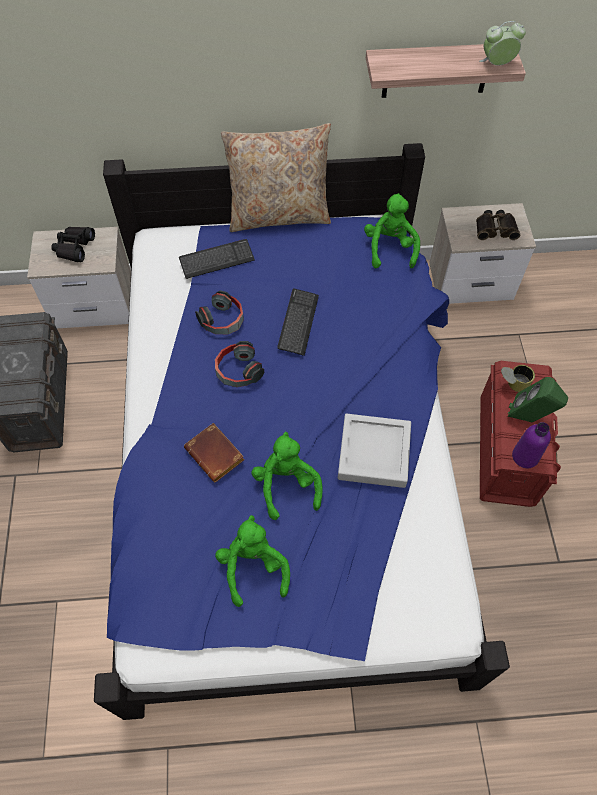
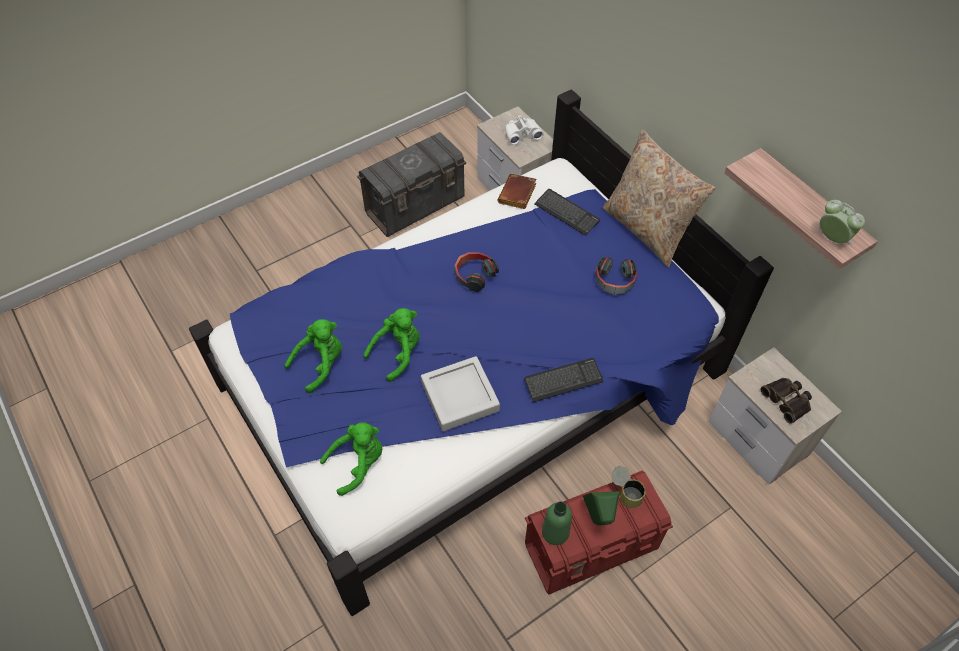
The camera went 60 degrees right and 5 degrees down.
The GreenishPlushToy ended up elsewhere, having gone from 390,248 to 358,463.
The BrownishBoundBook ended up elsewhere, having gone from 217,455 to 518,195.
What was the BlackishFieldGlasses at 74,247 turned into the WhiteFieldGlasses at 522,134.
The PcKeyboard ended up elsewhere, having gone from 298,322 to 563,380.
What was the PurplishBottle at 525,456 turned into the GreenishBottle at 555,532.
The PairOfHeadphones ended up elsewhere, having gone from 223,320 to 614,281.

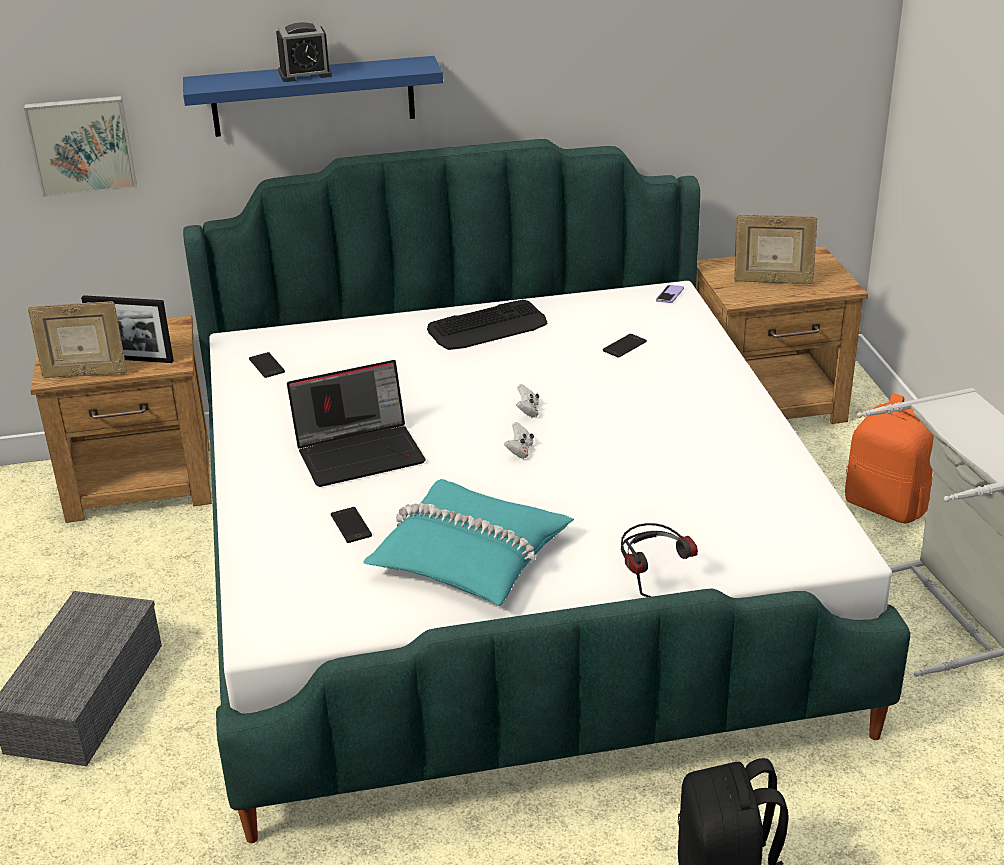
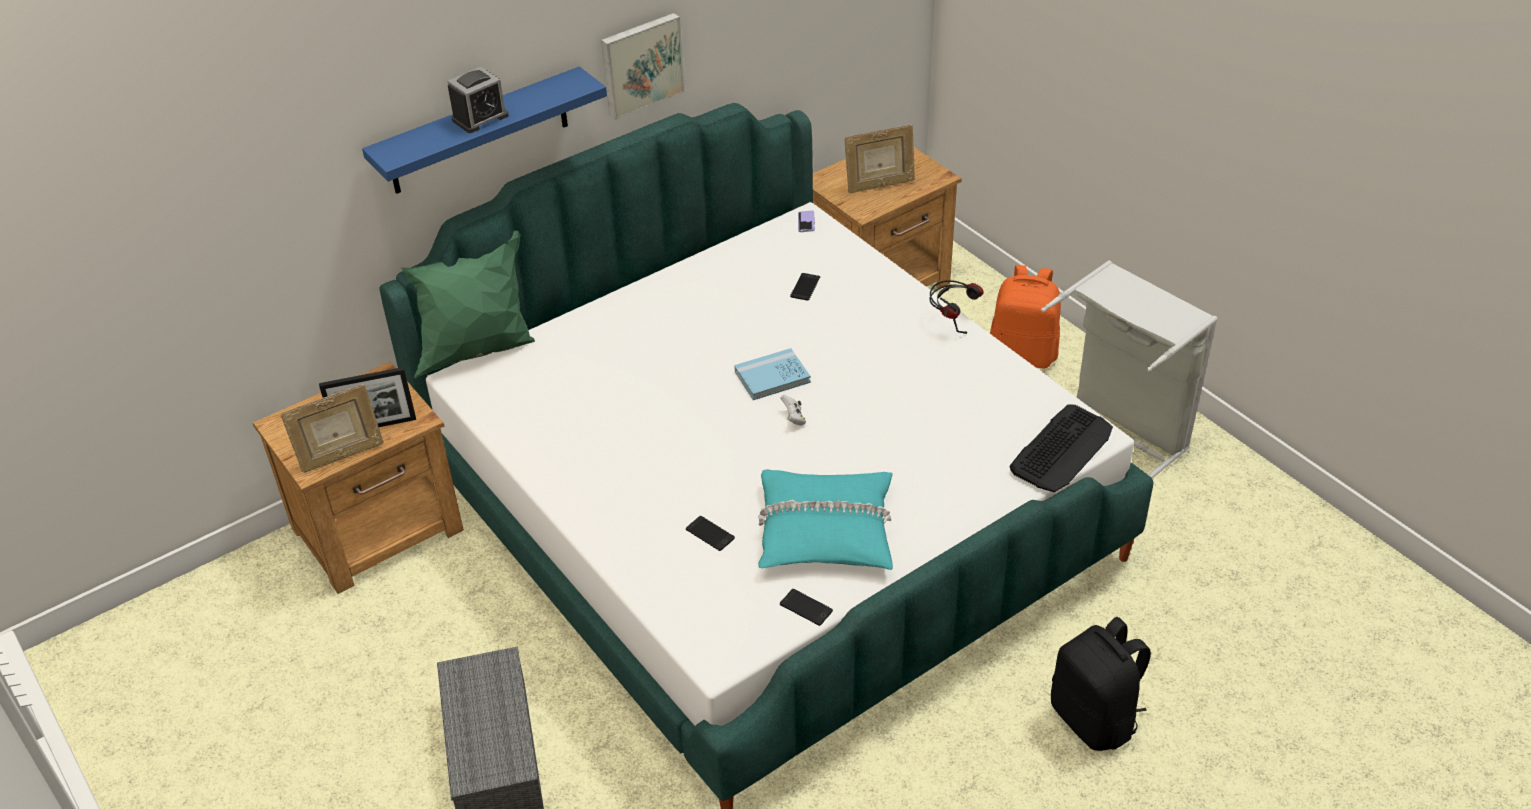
The camera went 25 degrees left and 10 degrees up.
The second view gained the GreenishThrowPillow at 478,351.
The WallArt ended up elsewhere, having gone from 82,144 to 641,64.
Where the WhiteGameController stood at 528,411, the BluishBoundBook came to stand at 772,377.
The Handset ended up elsewhere, having gone from 266,365 to 806,607.
The PairOfHeadphones ended up elsewhere, having gone from 652,579 to 952,319.
The PcKeyboard ended up elsewhere, having gone from 488,327 to 1062,449.
The second view lost the NotebookComputer at 361,452.

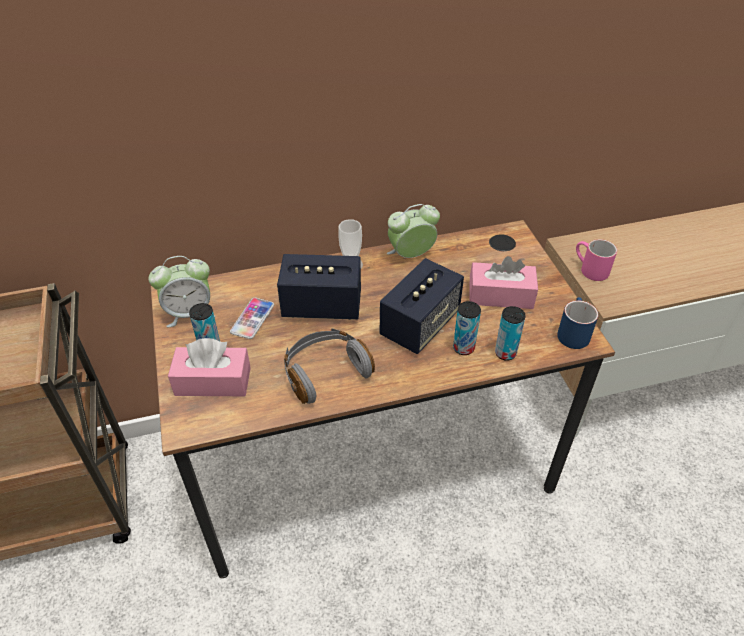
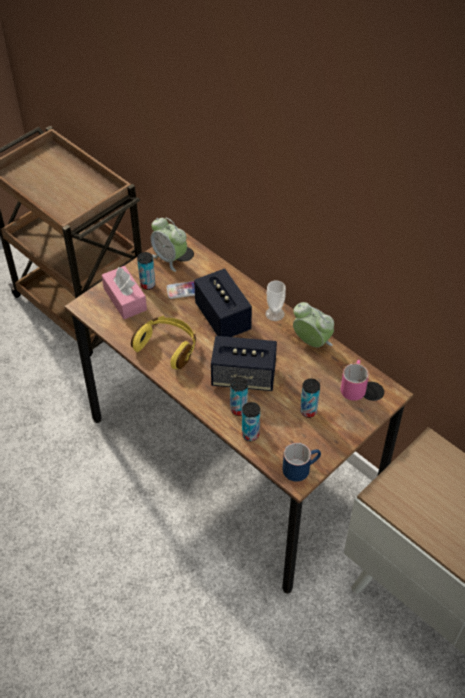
The camera went 60 degrees right and 5 degrees up.
What was the GrayPairOfHeadphones at 325,372 turned into the YellowishPairOfHeadphones at 167,347.
Where the PinkishTissueBox stood at 500,295, the SealedCan came to stand at 308,411.
The PinkishMug ended up elsewhere, having gone from 589,269 to 352,386.

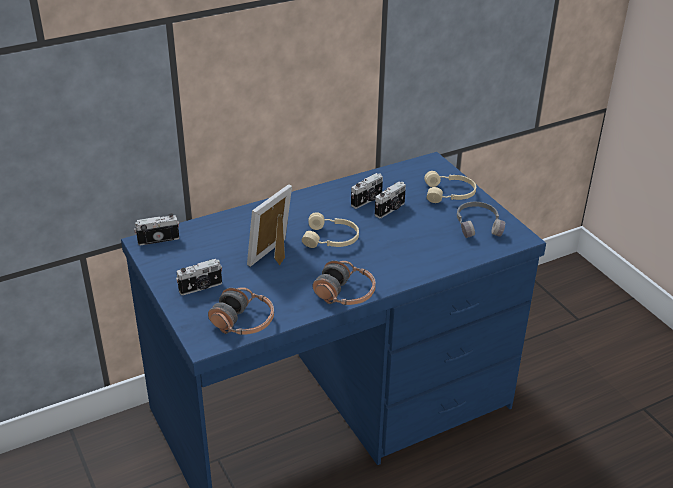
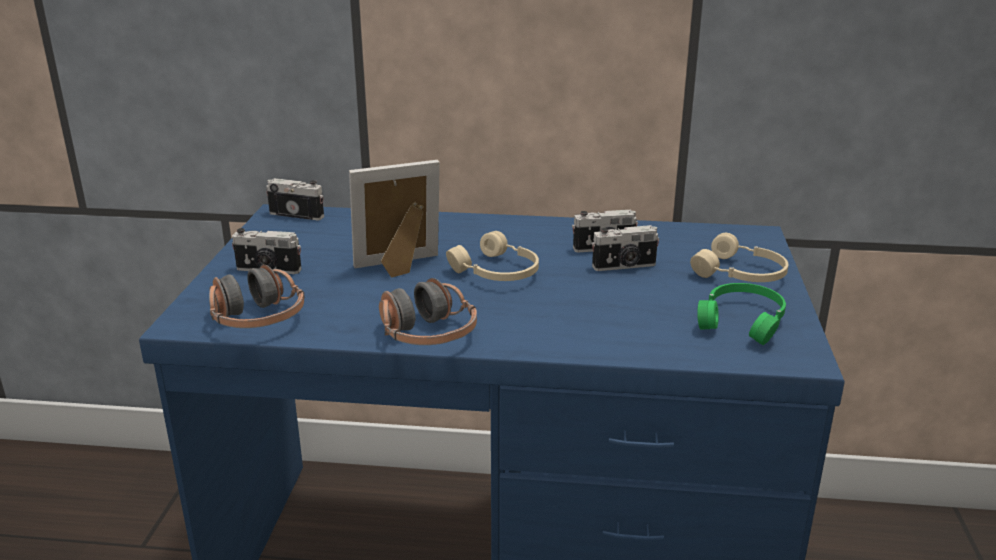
The camera went 35 degrees right and 10 degrees down.
What was the GrayPairOfHeadphones at 478,225 turned into the GreenishPairOfHeadphones at 743,321.

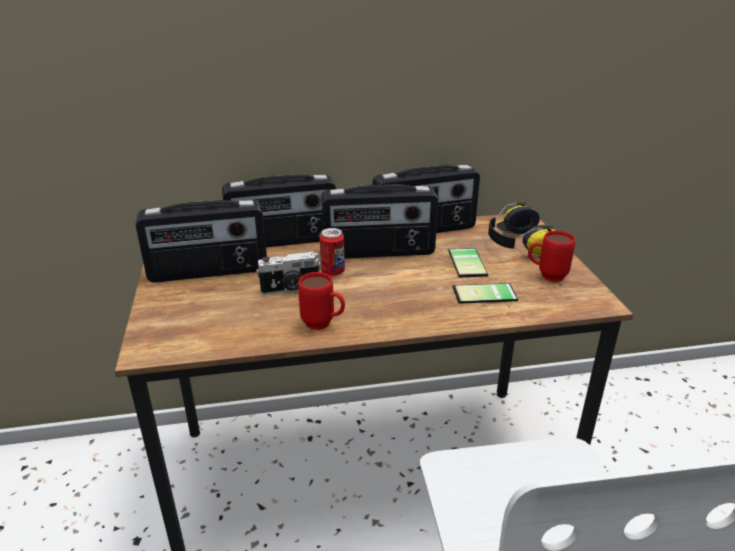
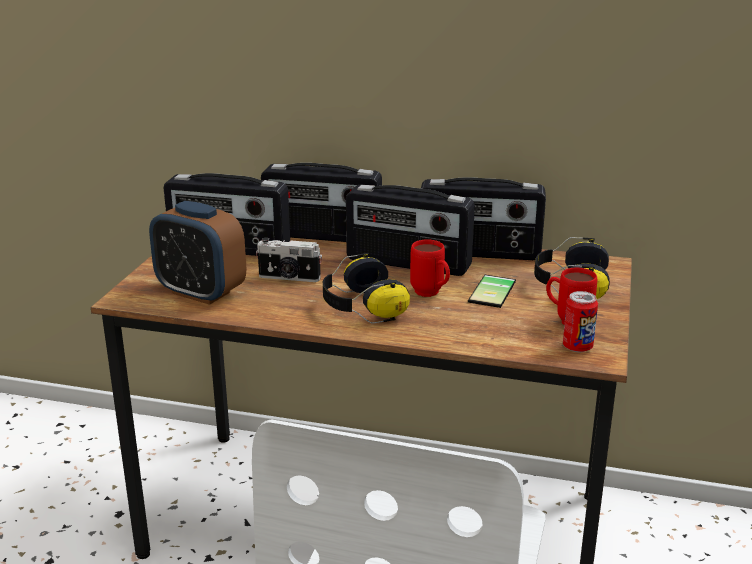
The camera went 25 degrees right and 5 degrees down.
The second view gained the BedsideClock at 201,292.
The second view gained the PairOfHeadphones at 361,307.
The RedColouredMug ended up elsewhere, having gone from 323,325 to 431,294.
The SealedCan ended up elsewhere, having gone from 333,272 to 577,347.
The second view lost the Handset at 485,295.

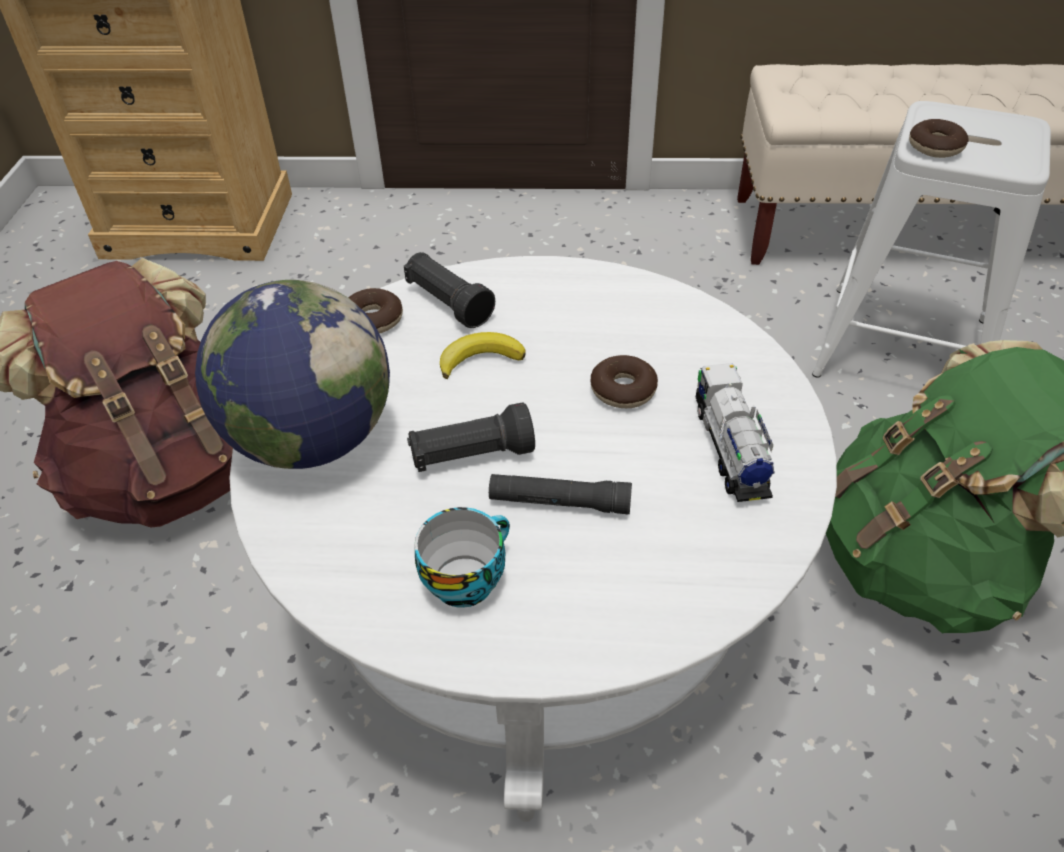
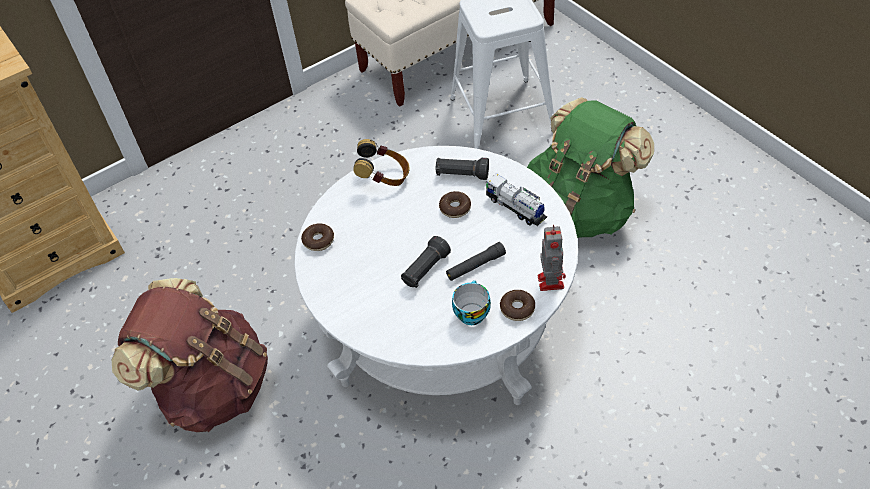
The camera went 35 degrees left and 5 degrees up.
The second view gained the PairOfHeadphones at 384,178.
The BlackishTorch ended up elsewhere, having gone from 448,303 to 462,175.
The Doughnut ended up elsewhere, having gone from 935,147 to 517,308.
The second view gained the ModelRobot at 550,280.
The second view lost the DeskGlobe at 312,440.
The second view lost the WholeBanana at 480,359.

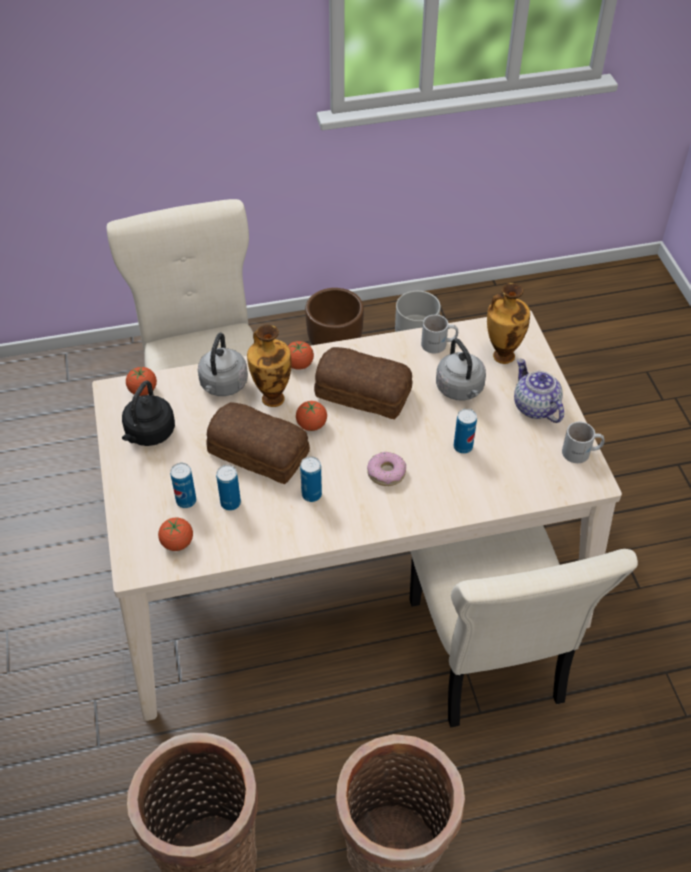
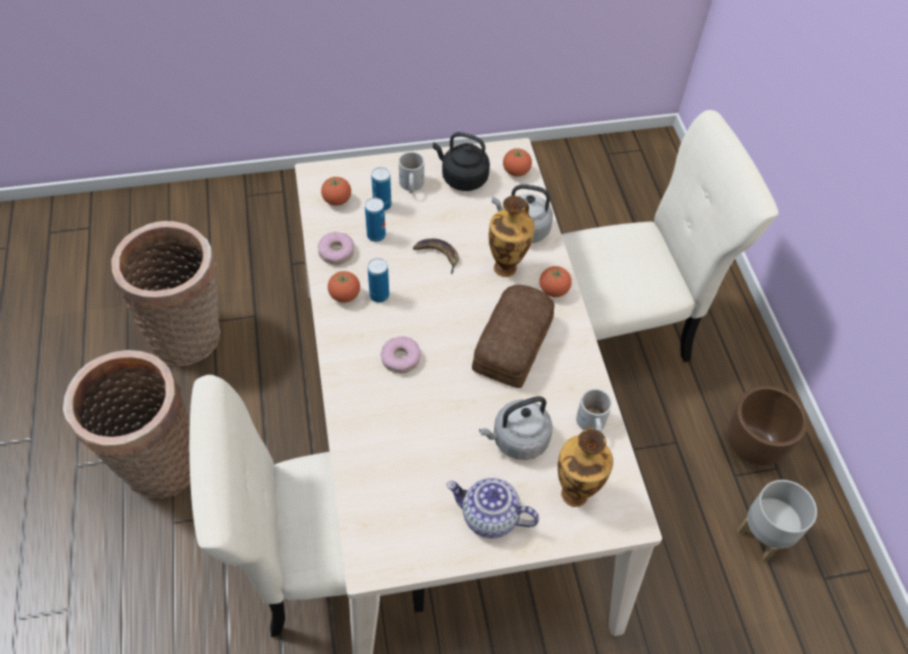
The camera went 90 degrees right and 5 degrees up.
The second view gained the Doughnut at 336,252.
The Tomato ended up elsewhere, having gone from 311,425 to 345,295.
The WhiteMug ended up elsewhere, having gone from 581,453 to 410,185.
Where the BakedBread stood at 258,450, the WholeBanana came to stand at 437,255.
The Teapot at 534,407 ended up facing another way, 135 degrees counterclockwise from before.
The second view lost the SealedCan at 463,447.

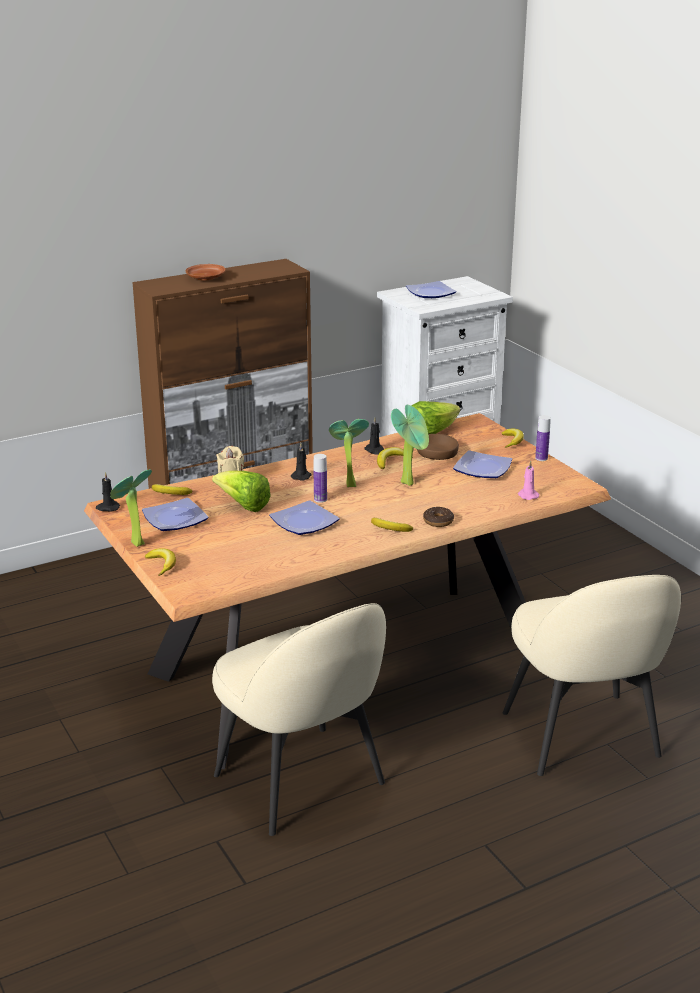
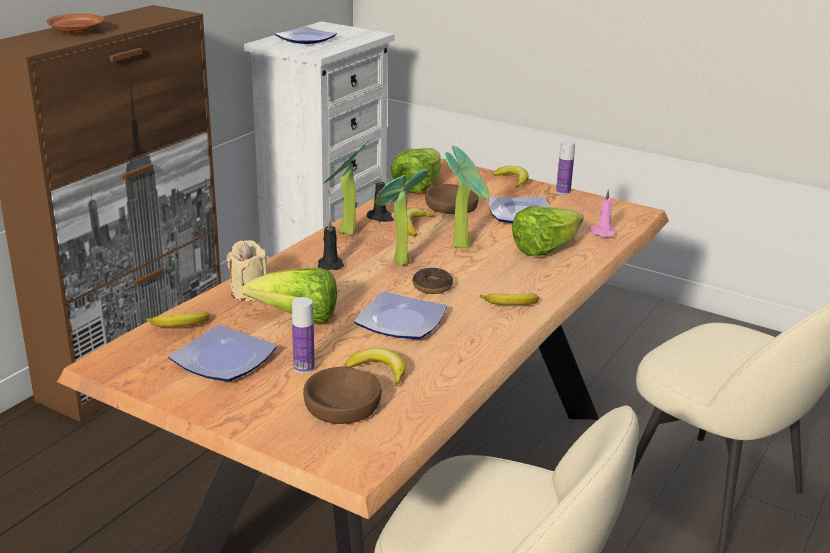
The camera went 30 degrees left and 0 degrees up.
The Bottle ended up elsewhere, having gone from 320,499 to 304,368.
The second view gained the BrownishDeepDish at 342,404.
The PlantInAPot ended up elsewhere, having gone from 134,544 to 344,233.
The WholeBanana ended up elsewhere, having gone from 162,565 to 379,371.
The Doughnut ended up elsewhere, having gone from 438,521 to 432,287.
The second view gained the LettuceHead at 544,249.
The second view lost the BlackishCandle at 107,508.

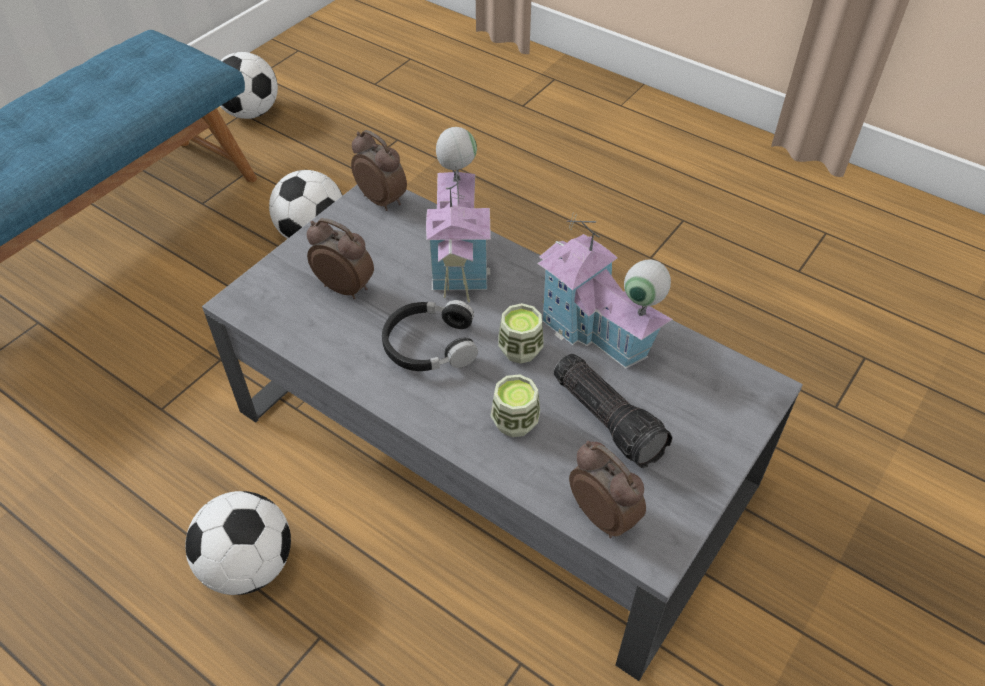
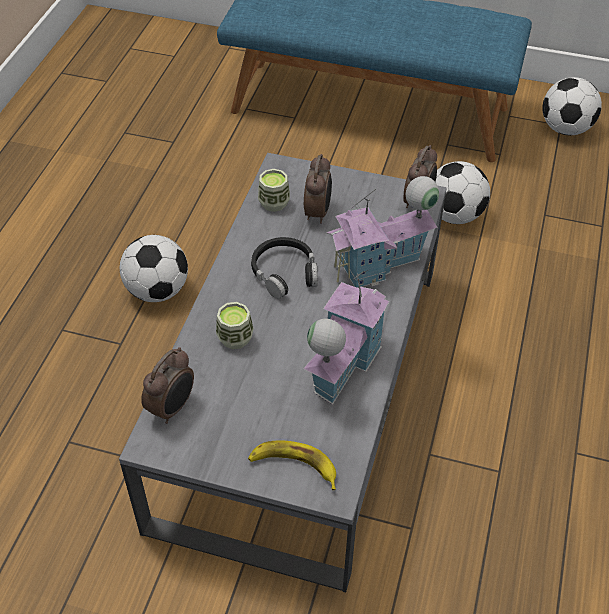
The camera went 70 degrees right and 0 degrees up.
The second view gained the WholeBanana at 294,466.
The Cup ended up elsewhere, having gone from 520,349 to 274,203.
The second view lost the Torch at 609,418.

